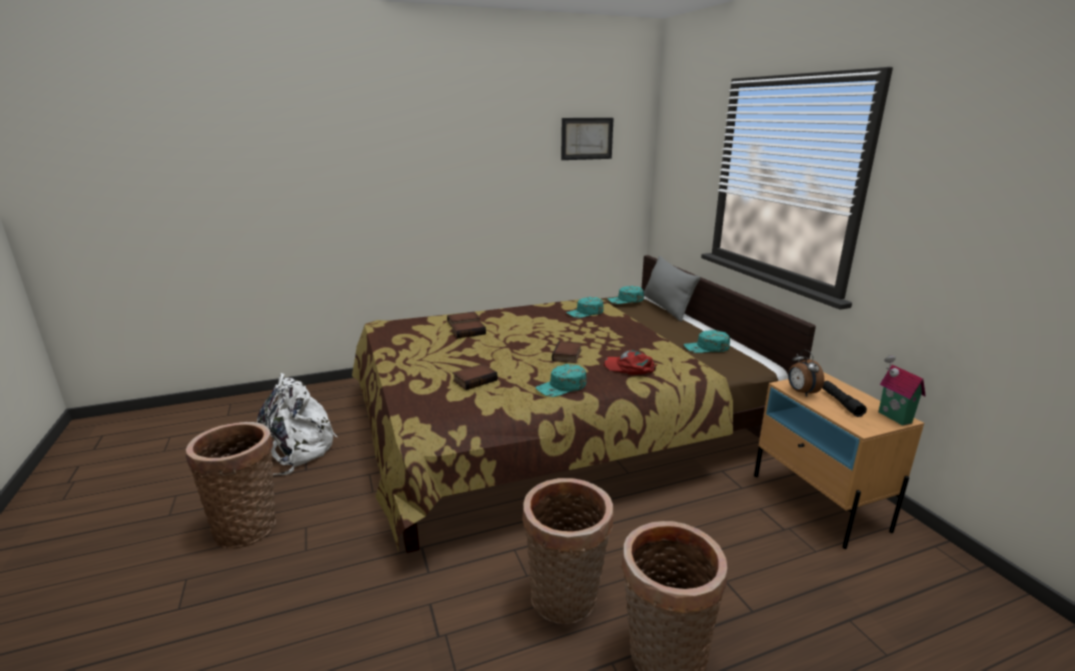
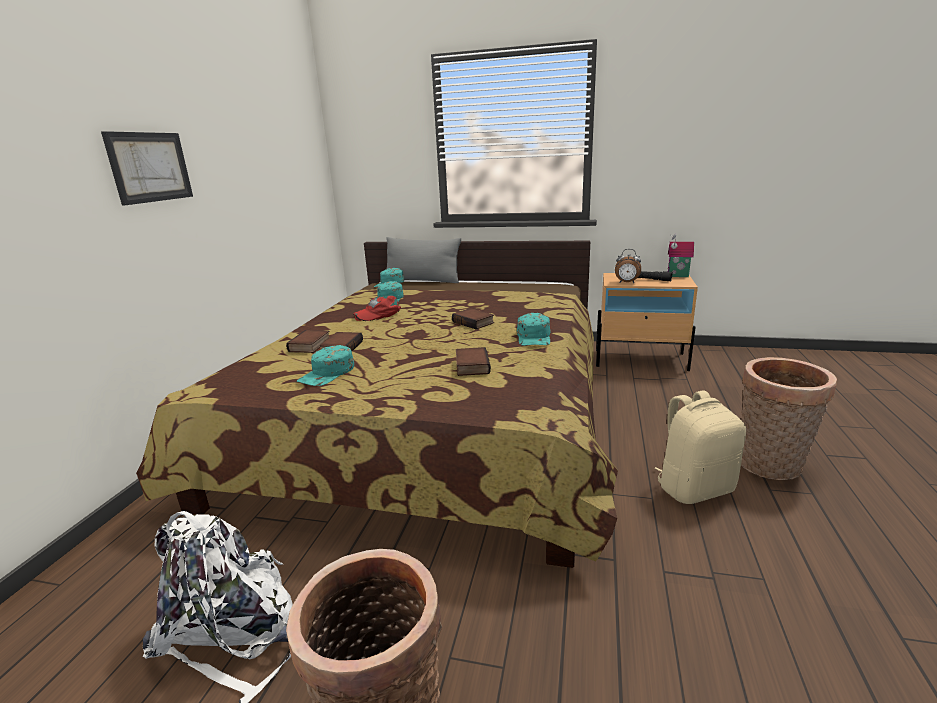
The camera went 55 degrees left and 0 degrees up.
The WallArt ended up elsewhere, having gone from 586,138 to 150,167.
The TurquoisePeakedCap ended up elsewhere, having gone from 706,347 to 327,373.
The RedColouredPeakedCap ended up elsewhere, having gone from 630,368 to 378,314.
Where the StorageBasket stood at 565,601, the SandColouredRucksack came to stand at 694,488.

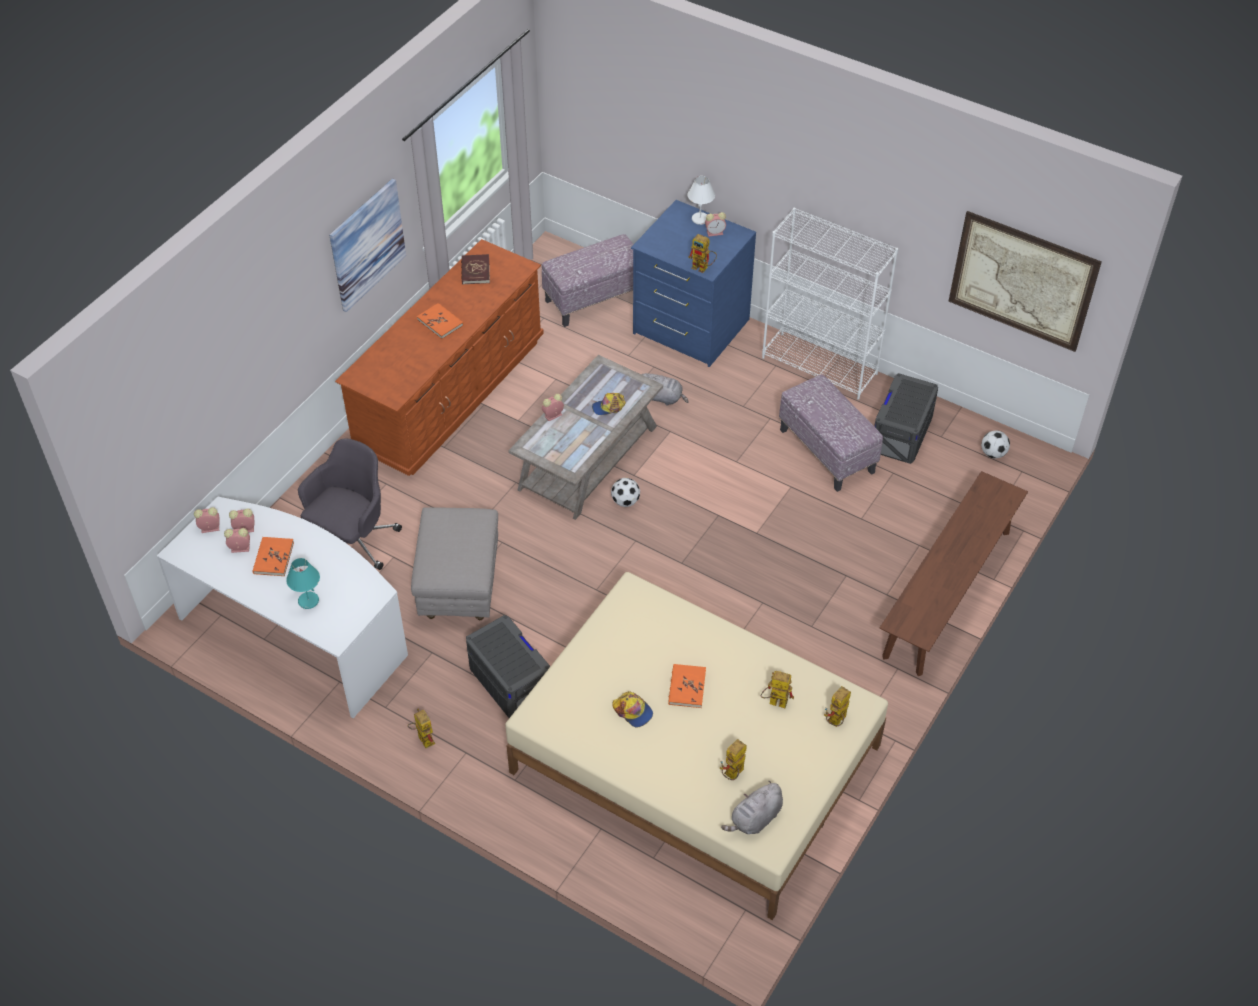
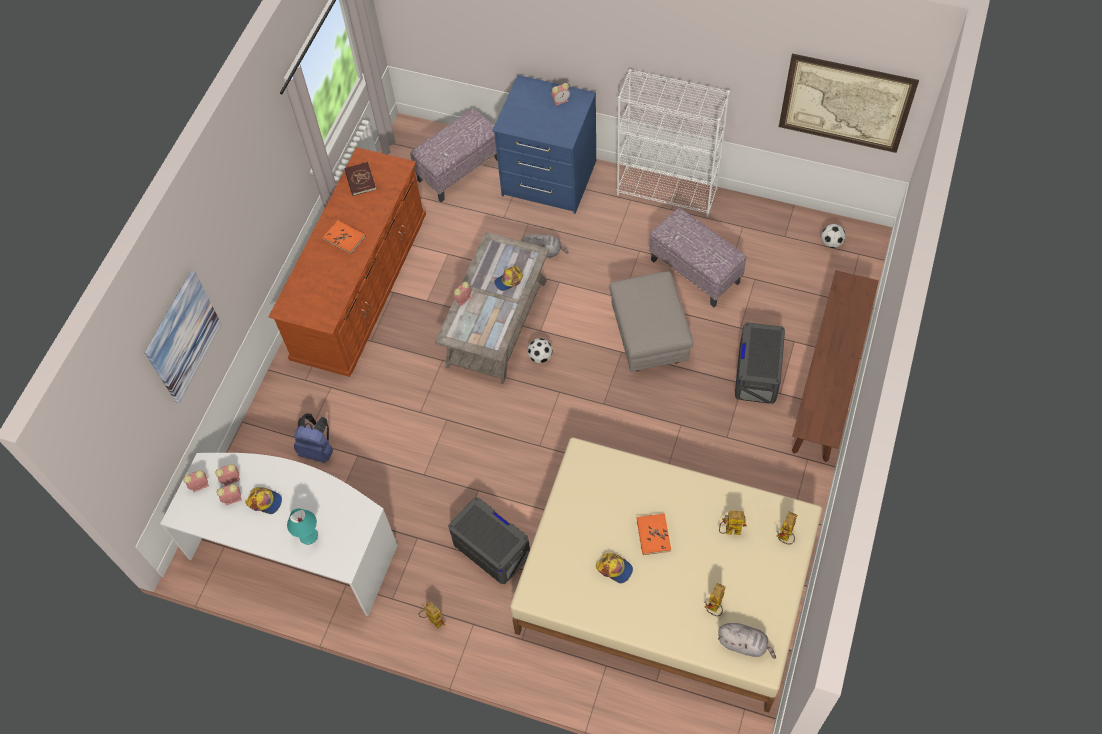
The camera went 10 degrees left and 10 degrees up.
The WallArt ended up elsewhere, having gone from 367,244 to 183,337.
Where the OrangeColouredBoundBook stood at 273,558, the PeakedCap came to stand at 265,501.
Where the GrayOfficeChair stood at 352,542, the BluishRucksack came to stand at 318,450.
The GrayOttoman ended up elsewhere, having gone from 459,586 to 648,338.
The GrayPlushToy at 755,819 ended up facing another way, 105 degrees counterclockwise from before.
The GrayStorageBox ended up elsewhere, having gone from 901,433 to 757,373.
The second view lost the WhiteLampForATable at 700,219.
The second view lost the ModelRobot at 703,268.

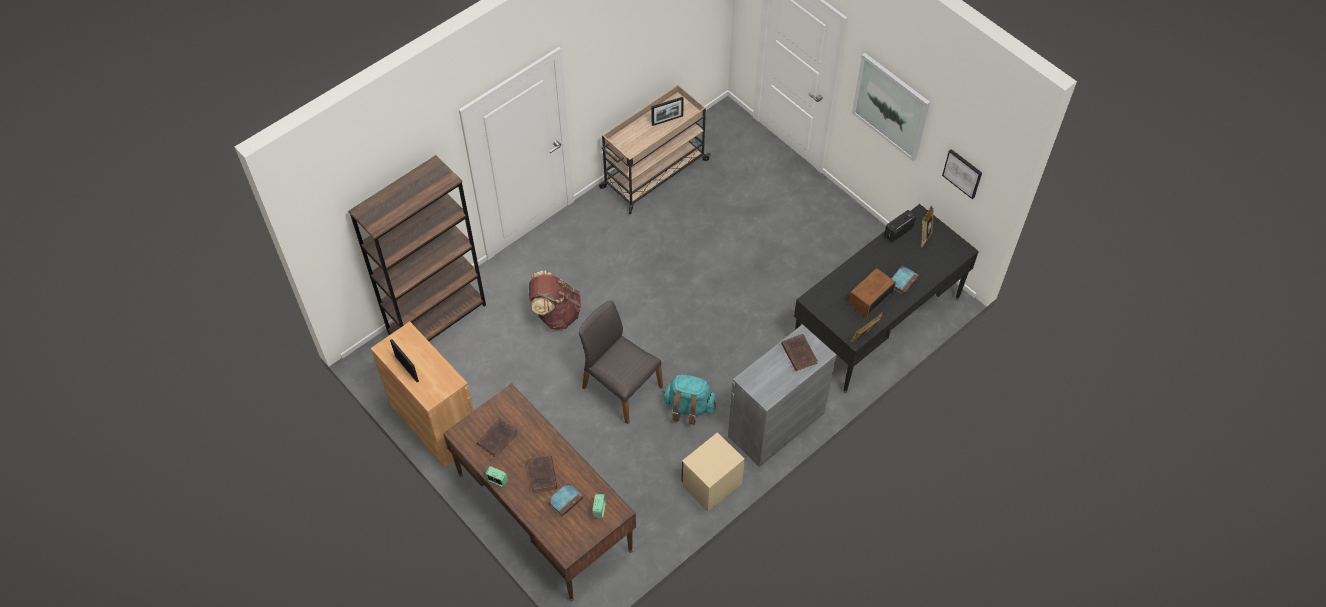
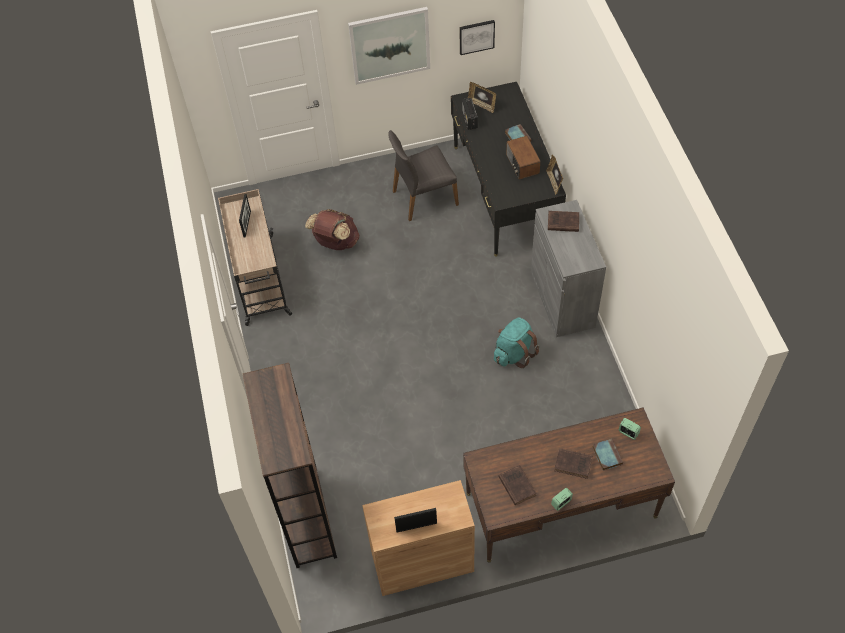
The camera went 60 degrees left and 0 degrees up.
The BrownishRucksack ended up elsewhere, having gone from 556,313 to 335,242.
The GrayChair ended up elsewhere, having gone from 620,387 to 424,197.
The second view lost the SandColouredNightTable at 711,484.

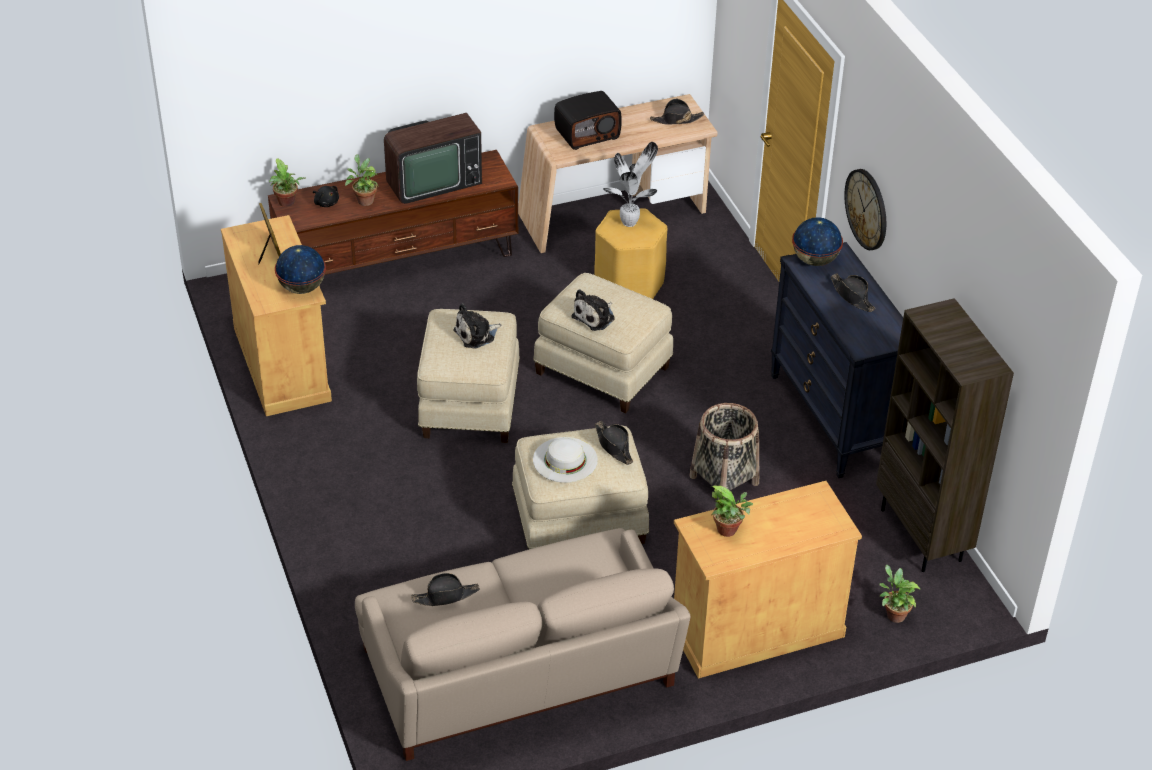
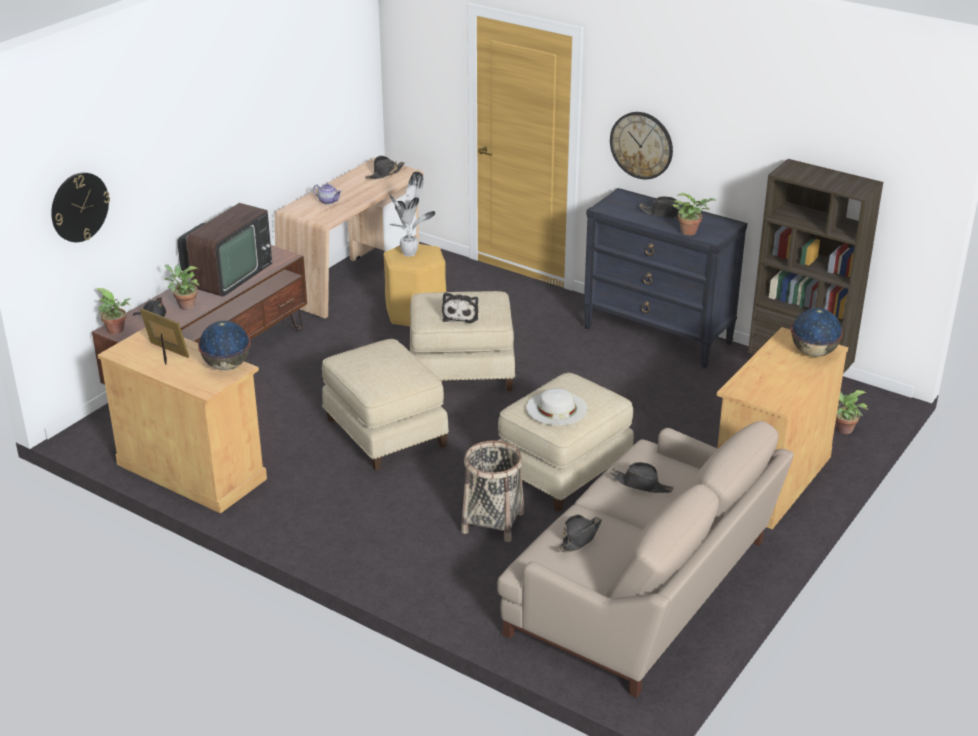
The camera went 35 degrees left and 10 degrees down.
The second view gained the ClockOnTheWall at 79,207.
Where the RadioSet stood at 587,133, the Teapot came to stand at 328,201.
The StorageBasket ended up elsewhere, having gone from 724,480 to 493,522.
The BlackishWearableHat ended up elsewhere, having gone from 614,446 to 641,484.
The PlantInAPot ended up elsewhere, having gone from 729,531 to 691,232.
The DeskGlobe ended up elsewhere, having gone from 815,261 to 814,353.
The second view lost the PlushToy at 476,334.

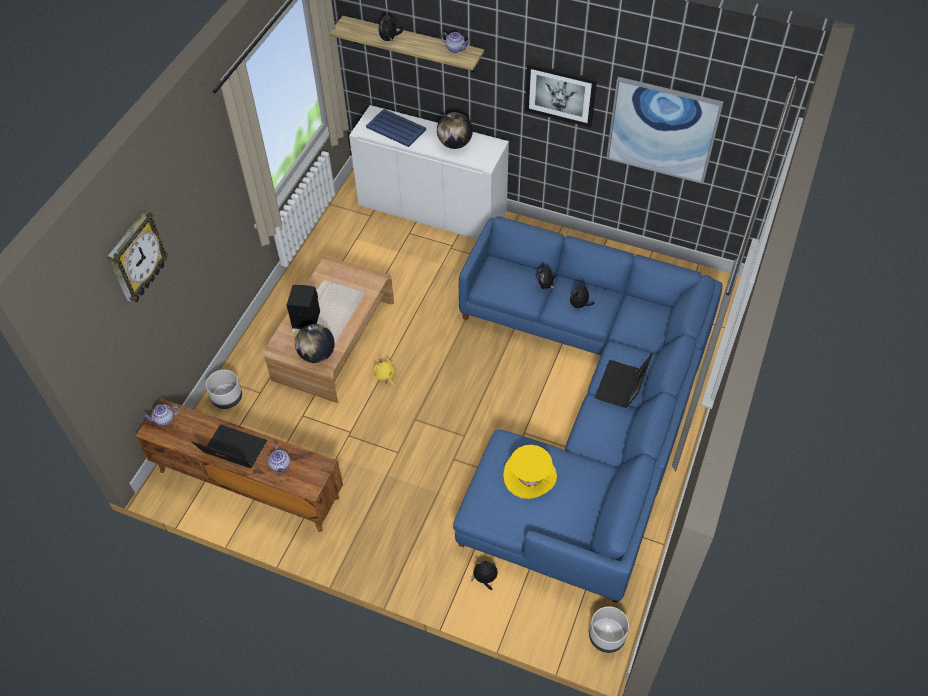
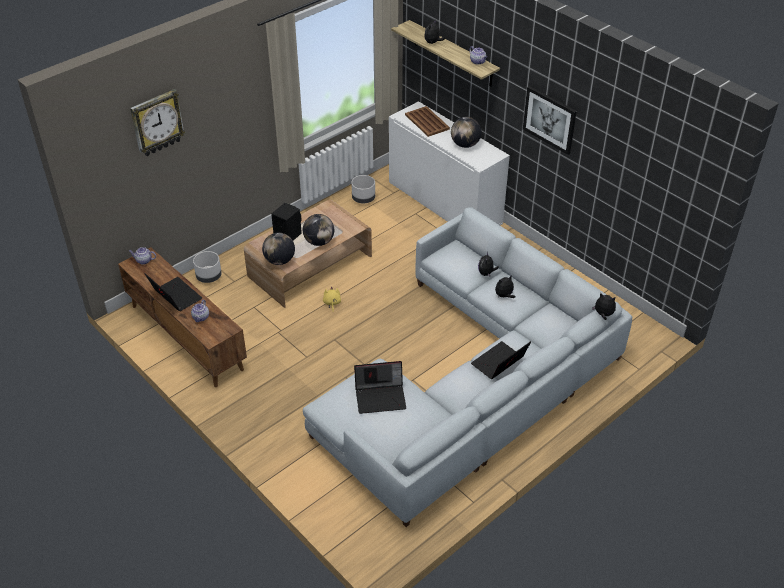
The camera went 25 degrees right and 10 degrees down.
What was the BluishCouch at 584,409 turned into the GrayCouch at 473,381.
The second view gained the DeskGlobe at 319,242.
The GrayPlantPot ended up elsewhere, having gone from 606,637 to 363,199.
Where the YellowishWearableHat stood at 529,476, the NotebookComputer came to stand at 381,397.
What was the BluishTray at 396,129 turned into the BrownishTray at 427,122.
The PlushToy ended up elsewhere, having gone from 485,579 to 603,315.
The second view lost the WallArt at 662,130.

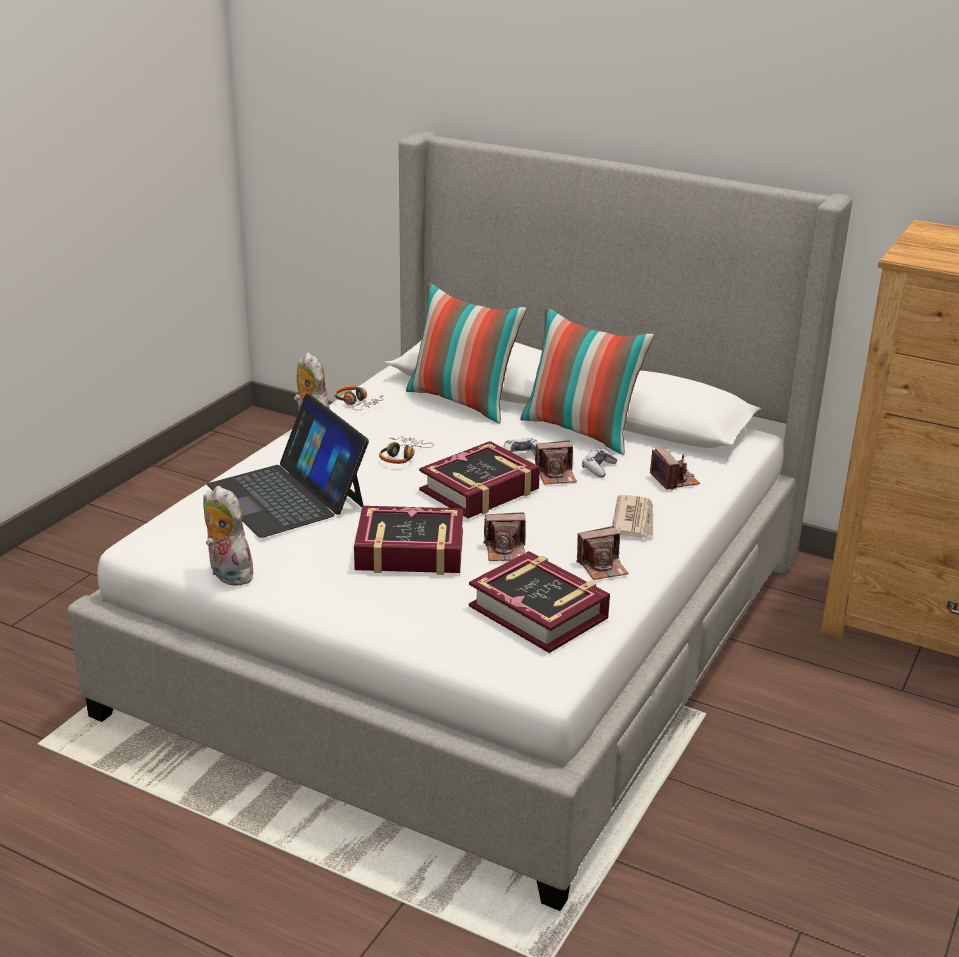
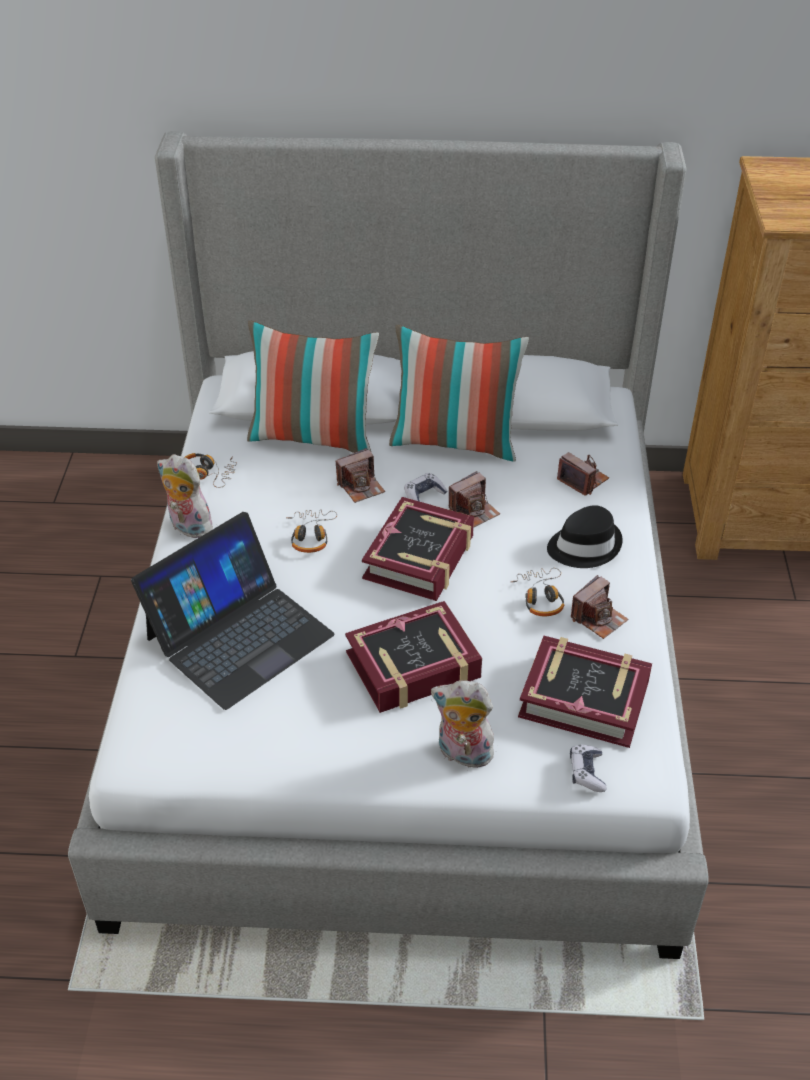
The camera went 25 degrees left and 15 degrees up.
The NotebookComputer at 287,495 ended up facing another way, 75 degrees counterclockwise from before.
The StillCamera ended up elsewhere, having gone from 506,551 to 361,487.
The PlushToy ended up elsewhere, having gone from 227,575 to 462,754.
The second view gained the PairOfHeadphones at 540,597.
Where the Newspaper stood at 634,520, the BlackishWearableHat came to stand at 584,546.
The GameController ended up elsewhere, having gone from 598,468 to 586,772.

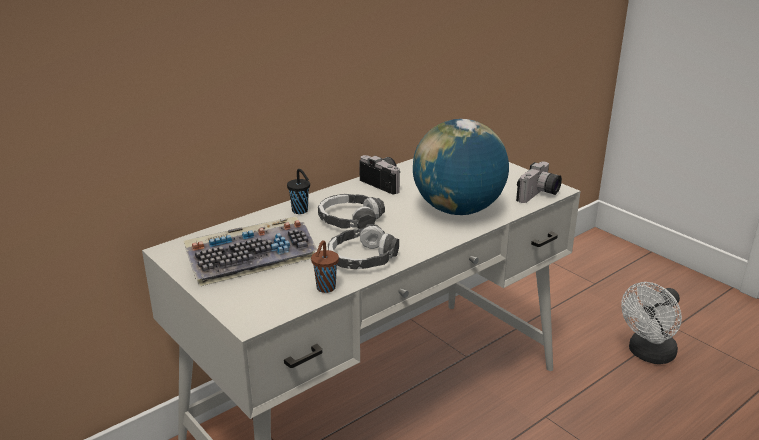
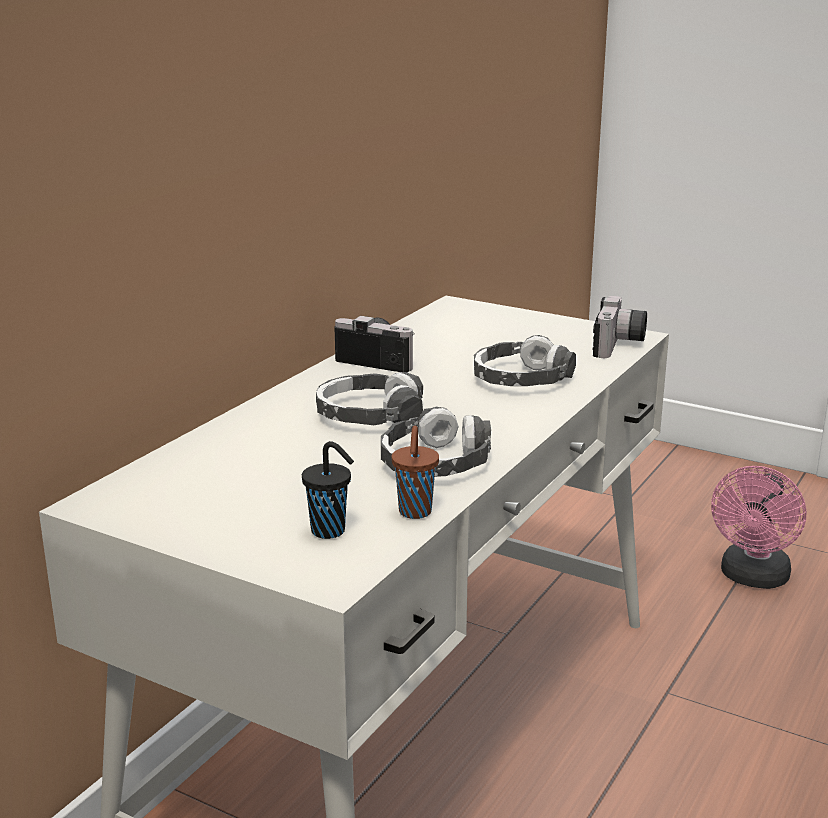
The camera went 20 degrees left and 5 degrees down.
The BlackishCup ended up elsewhere, having gone from 300,211 to 330,531.
Where the DeskGlobe stood at 457,210, the PairOfHeadphones came to stand at 521,379.
What was the WhiteCoolingFan at 648,354 turned into the PinkishCoolingFan at 753,578.
The second view lost the PcKeyboard at 252,258.

